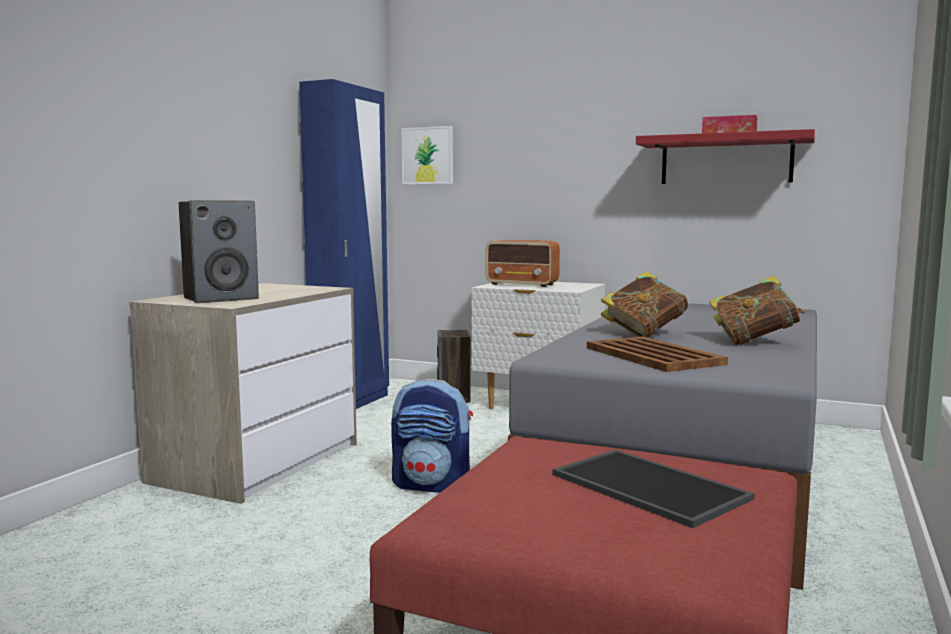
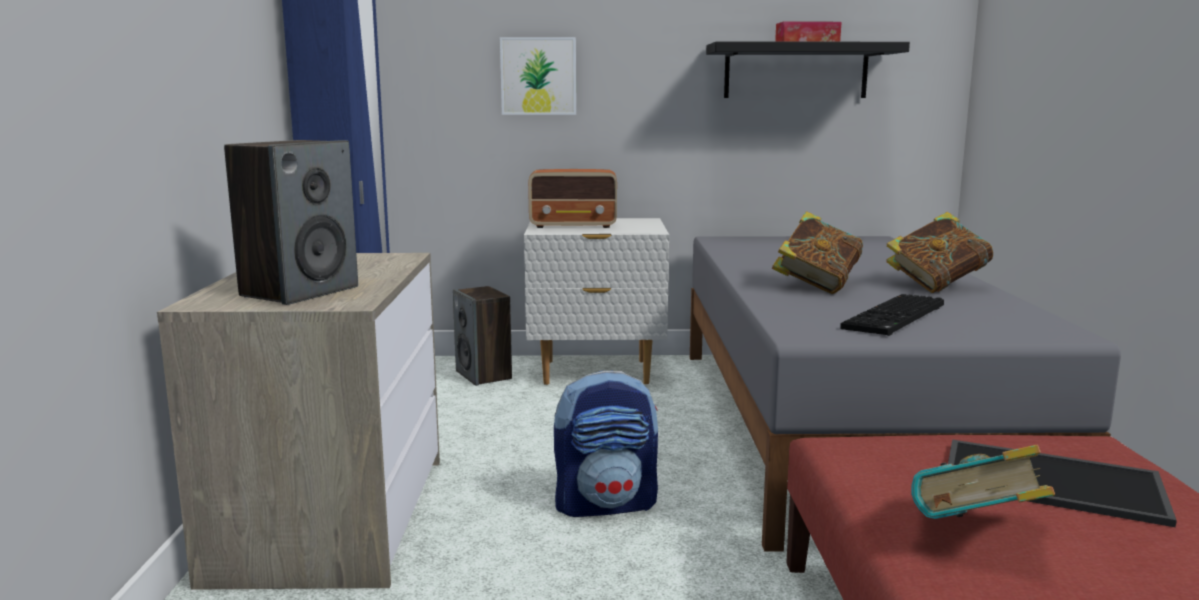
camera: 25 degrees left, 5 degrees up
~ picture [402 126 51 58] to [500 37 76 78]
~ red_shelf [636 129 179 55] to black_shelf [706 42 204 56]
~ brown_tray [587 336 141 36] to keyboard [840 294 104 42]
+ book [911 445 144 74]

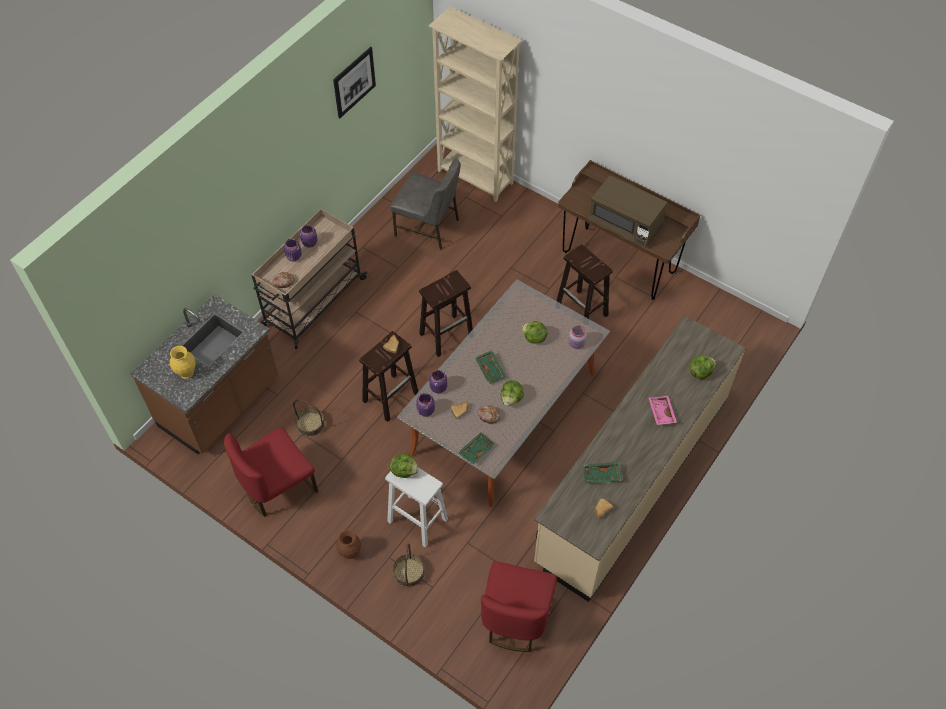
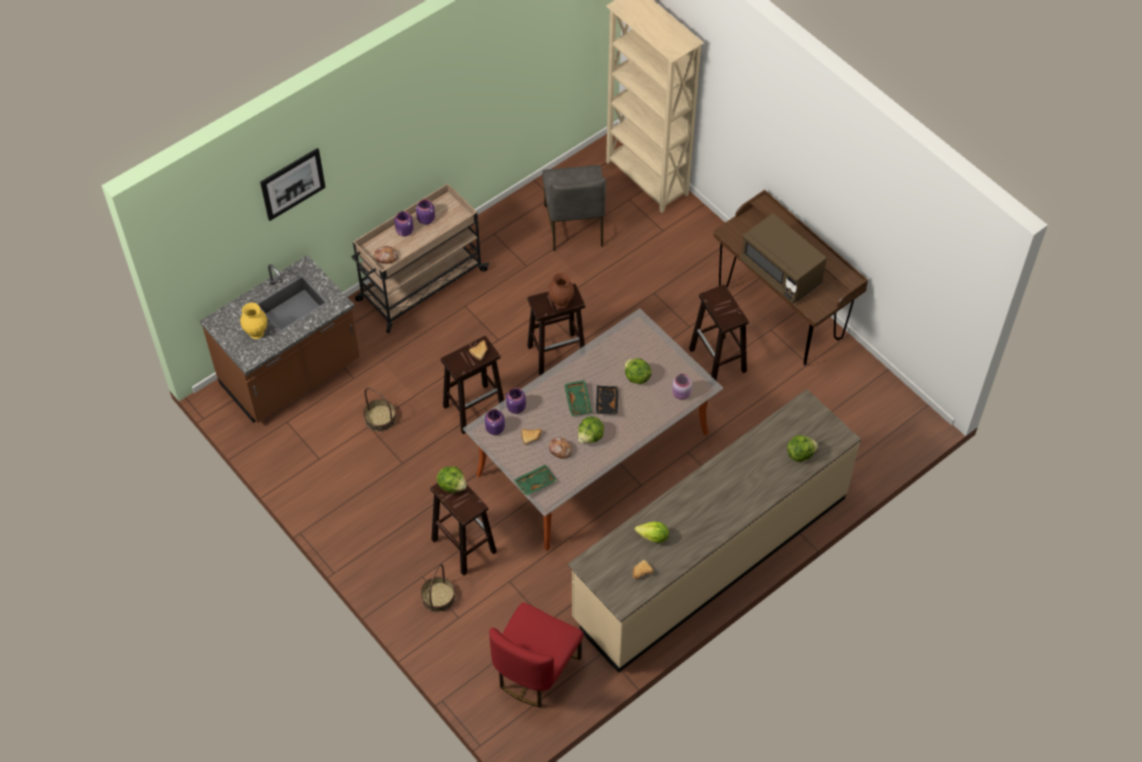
camera: 15 degrees right, 0 degrees up
~ picture [333 47 43 71] to [260 148 66 73]
~ grey_chair [390 158 71 92] = [542 165 64 86] 45 degrees clockwise
- pink_tray [649 396 28 29]
- red_chair [224 427 94 90]
~ green_tray [583 462 39 22] to lettuce [635 522 34 21]
~ white_stool [385 468 63 80] to brown_stool [430 483 67 93]
~ brown_vase [336 530 25 29] to [548 272 26 36]
+ black_tray [596 385 22 30]

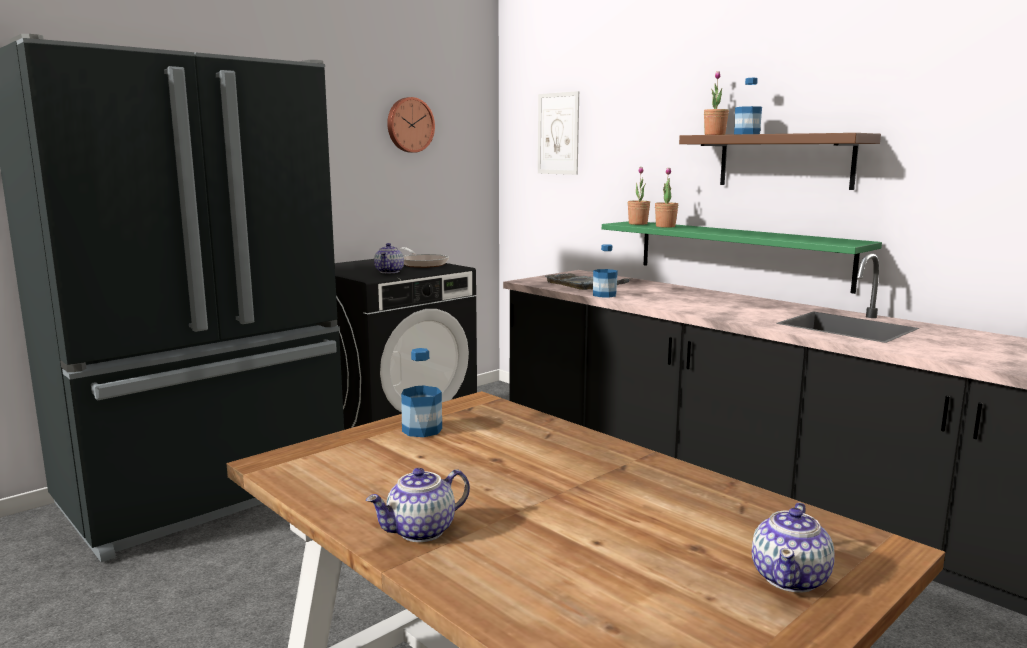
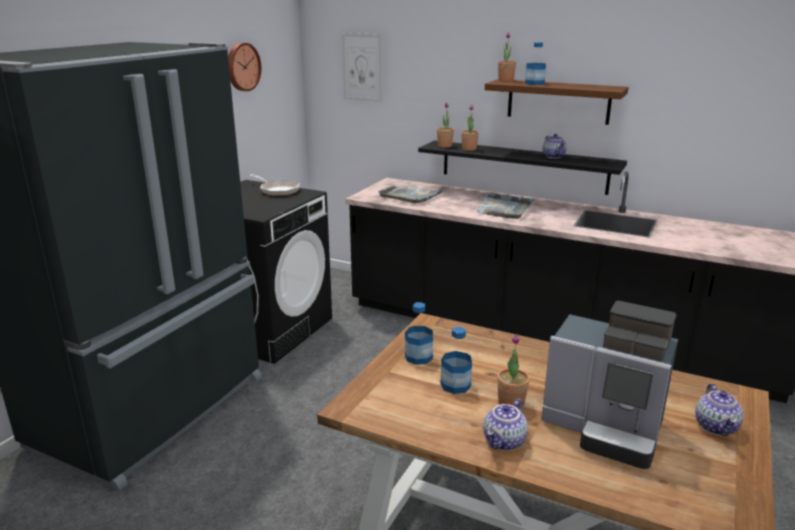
camera: 20 degrees left, 10 degrees up
~ green_shelf [602 221 280 73] to black_shelf [418 141 209 54]
~ teapot [374 243 30 30] to [543 134 24 24]
~ bottle [593 244 25 54] to [441 327 31 67]
+ grey_tray [476 193 59 26]
+ coffee_machine [542 301 136 168]
+ potted_plant [497 334 32 73]

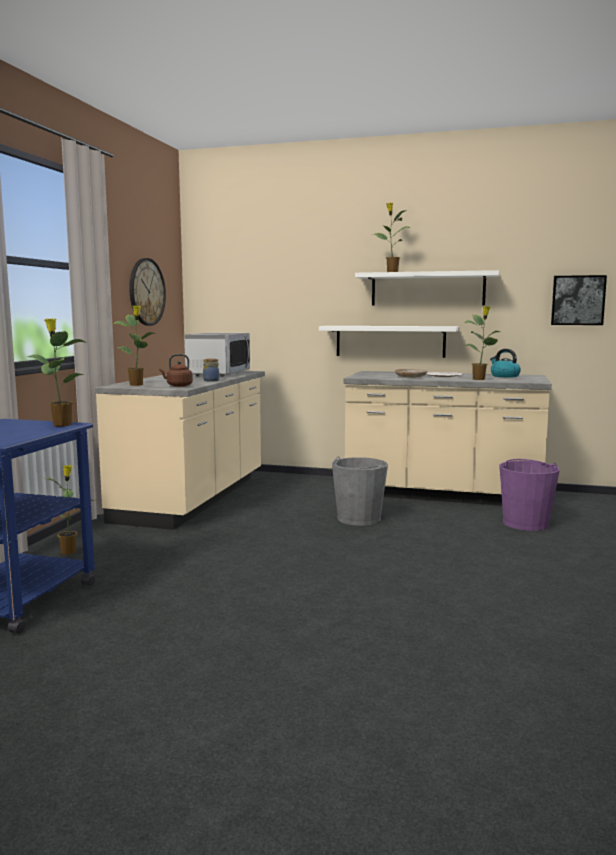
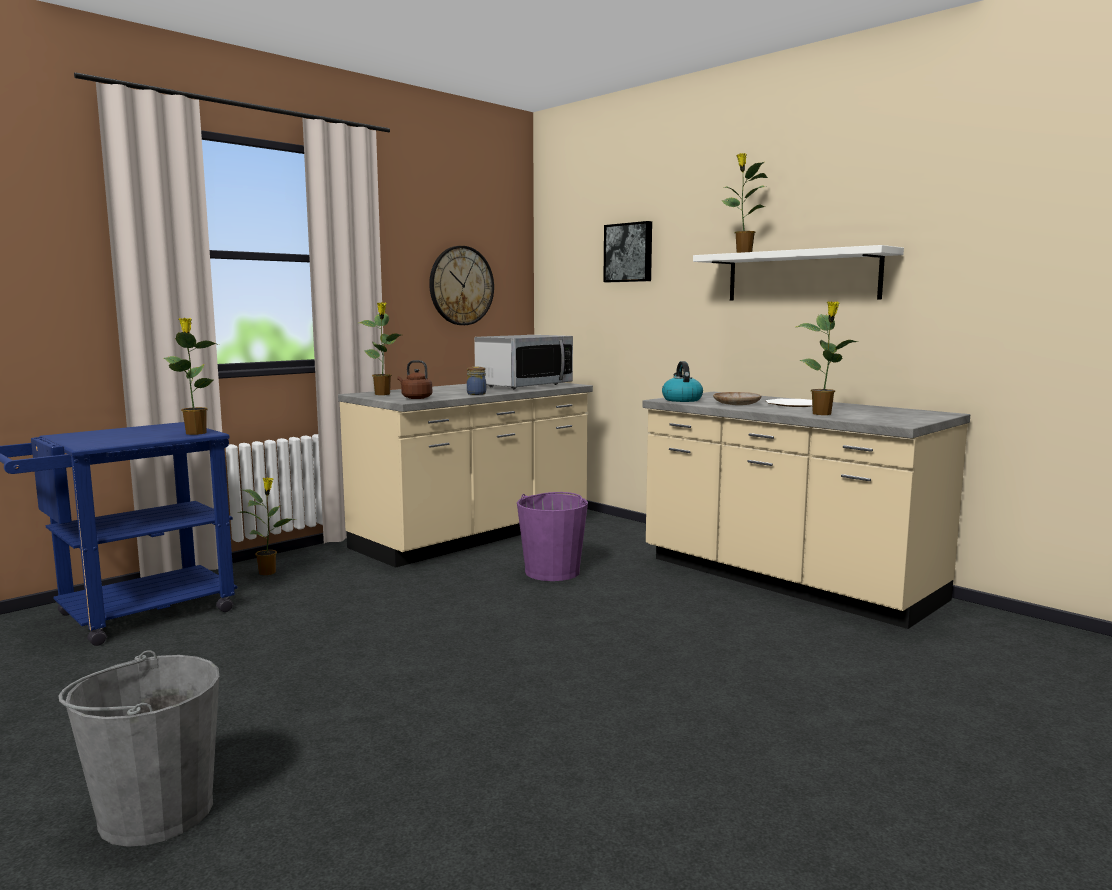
camera: 30 degrees right, 0 degrees up
~ picture [551 275 56 50] to [603 221 49 61]
- white_shelf [319 326 139 32]
~ kettle [490 349 31 28] to [662 361 41 41]
~ grey_bucket [332 456 56 70] to [58 650 161 197]
~ purple_bucket [499 459 61 72] to [517 492 71 89]

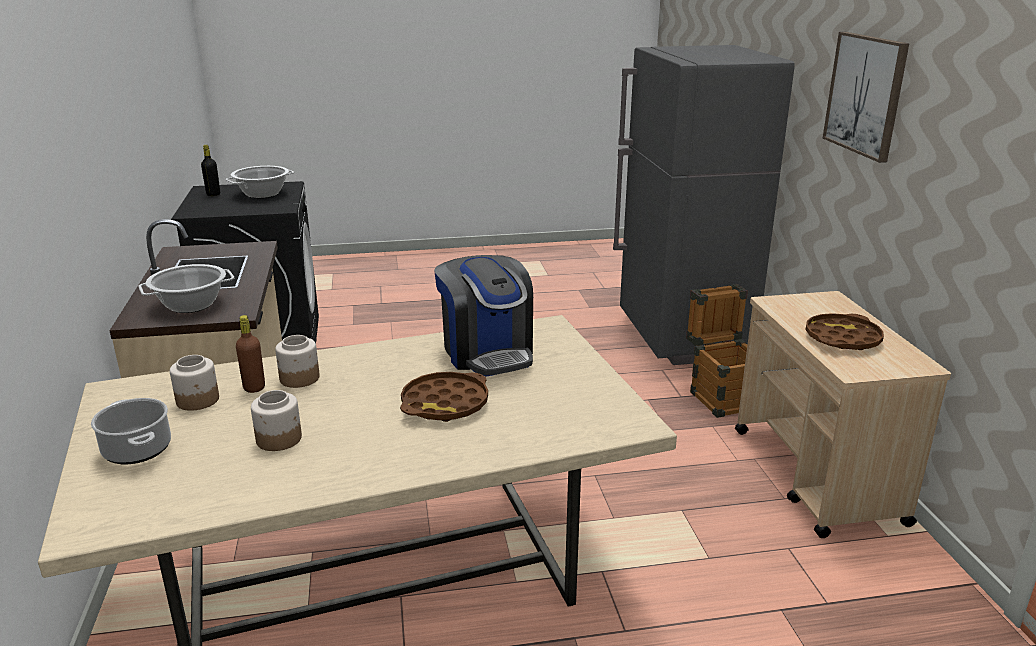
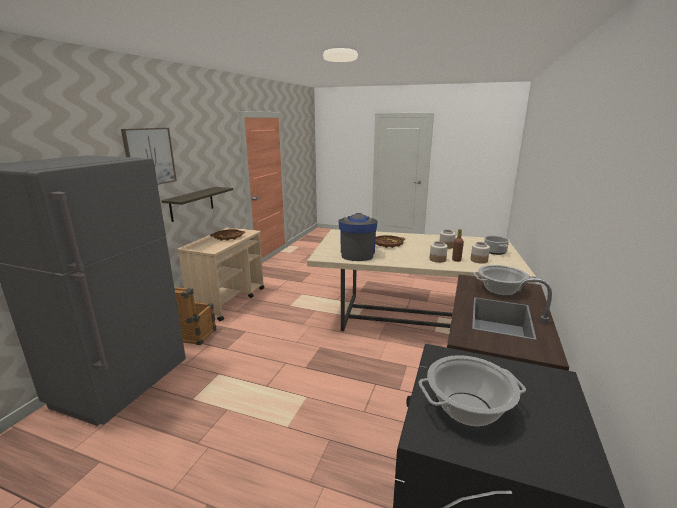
camera: 150 degrees left, 5 degrees down
- black_bottle [201 145 19 51]
+ shelf [161 187 72 35]

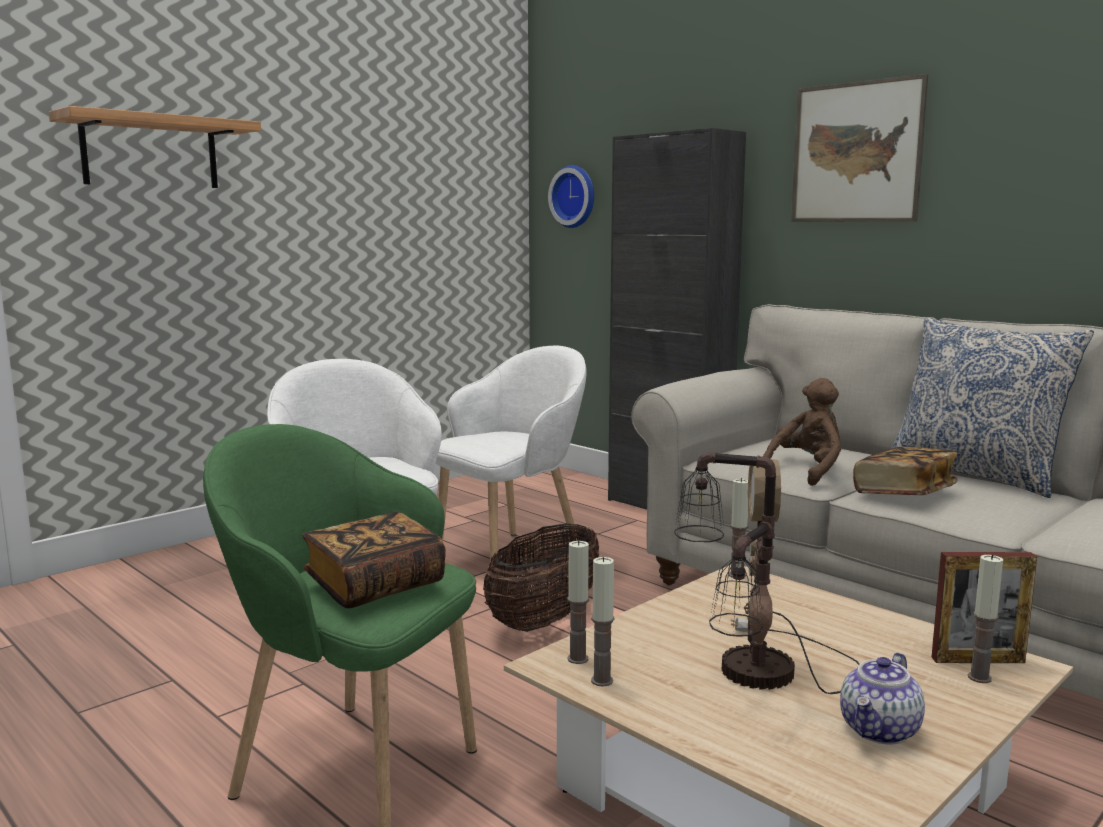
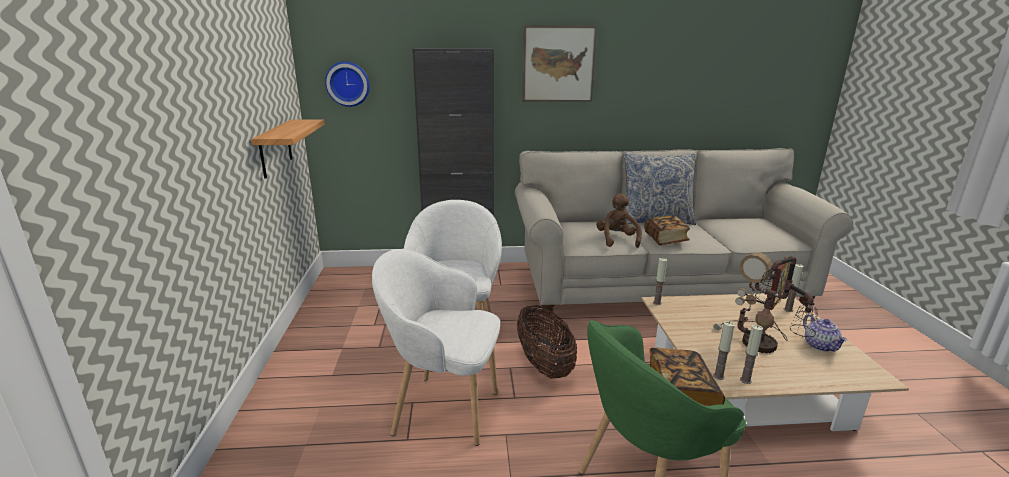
camera: 50 degrees left, 10 degrees up
~ shelf [49 106 212 82] to [251 119 74 60]

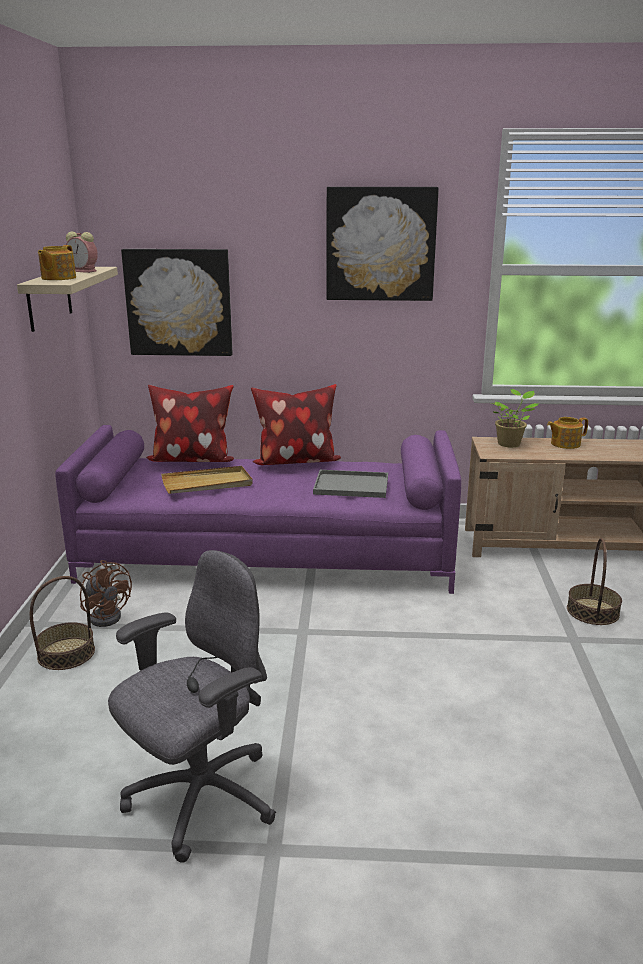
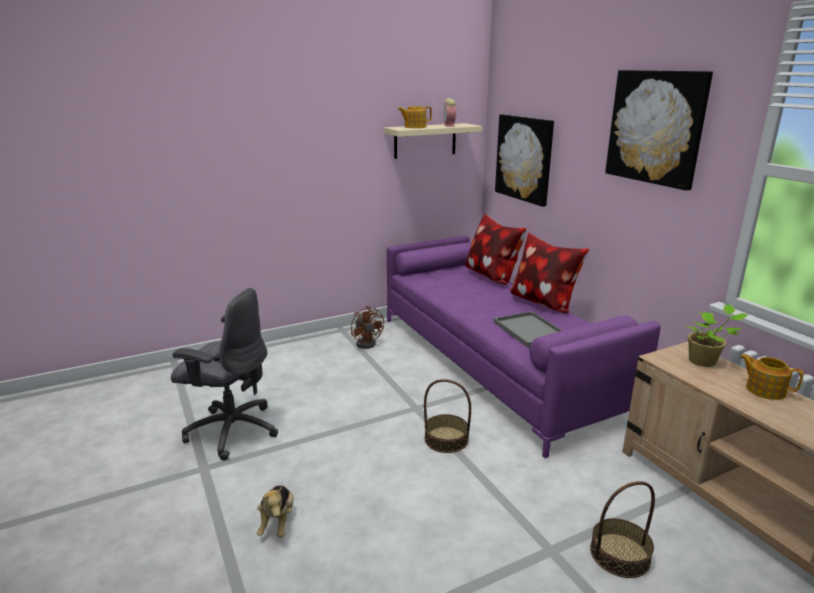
camera: 60 degrees right, 0 degrees up
- beige_tray [161 466 92 28]
~ brown_fan [80 560 52 67] = [351 306 33 43] 45 degrees counterclockwise
~ basket [30 576 65 94] to [424 379 47 74]
+ plush_toy [257 485 37 52]

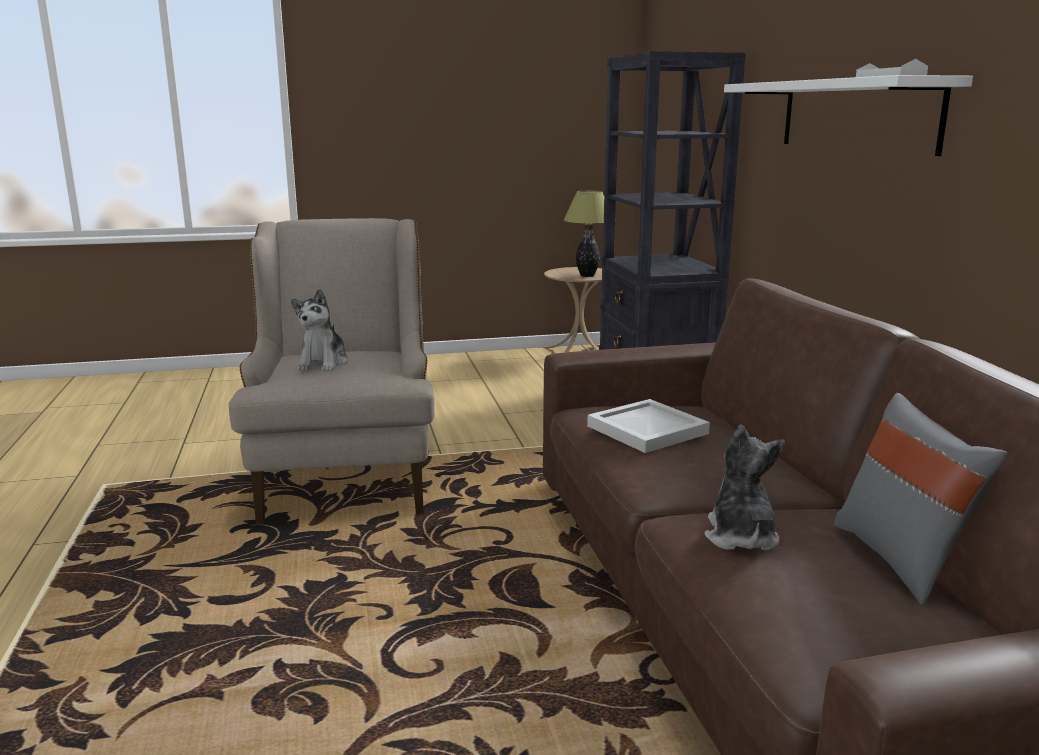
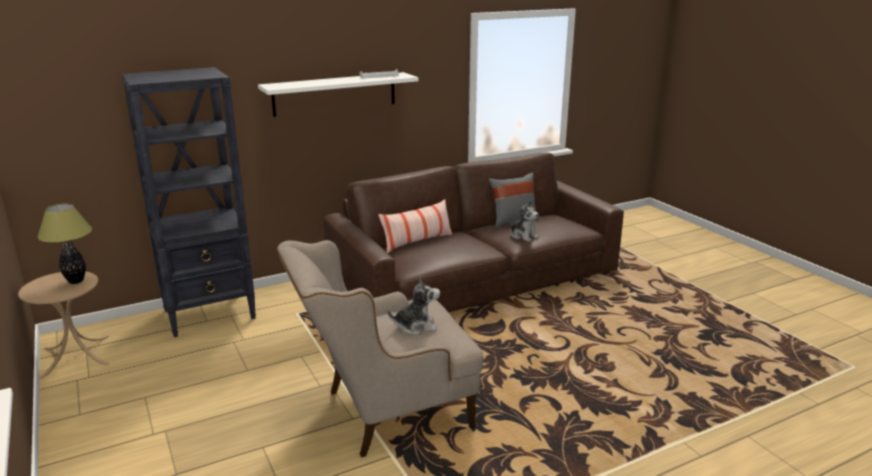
camera: 105 degrees left, 5 degrees up
- white_tray [587 399 123 54]
~ plush_toy [705 425 80 125] = [509 200 31 42] 120 degrees counterclockwise
+ pillow [378 199 75 54]

